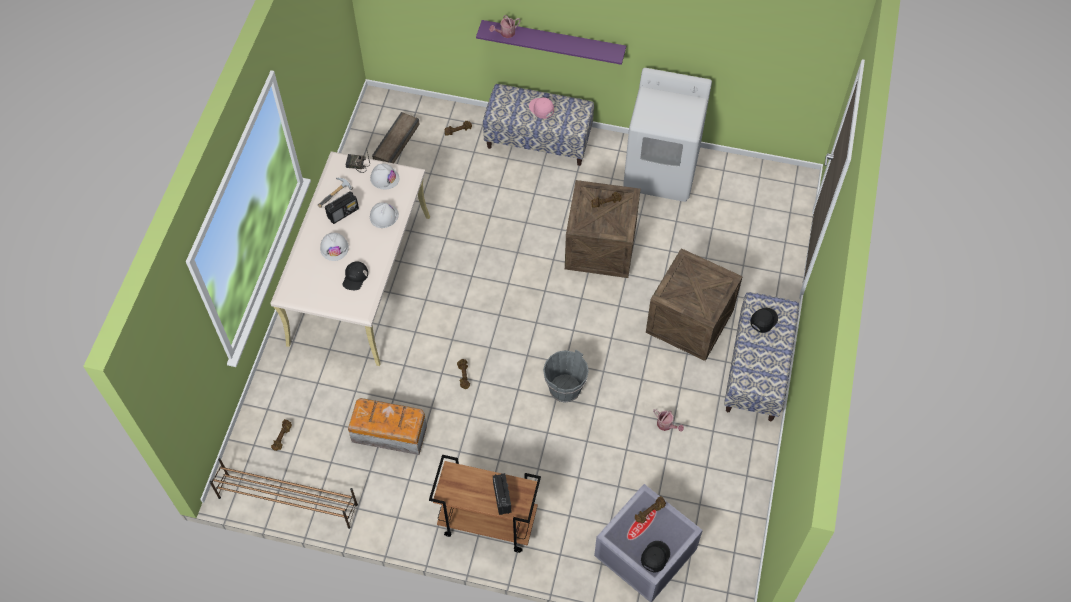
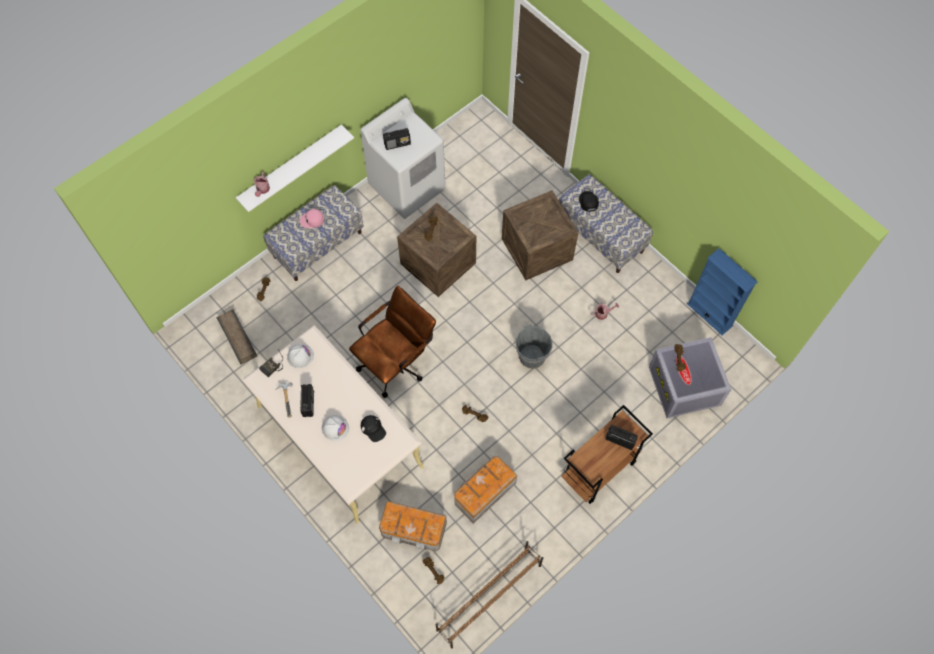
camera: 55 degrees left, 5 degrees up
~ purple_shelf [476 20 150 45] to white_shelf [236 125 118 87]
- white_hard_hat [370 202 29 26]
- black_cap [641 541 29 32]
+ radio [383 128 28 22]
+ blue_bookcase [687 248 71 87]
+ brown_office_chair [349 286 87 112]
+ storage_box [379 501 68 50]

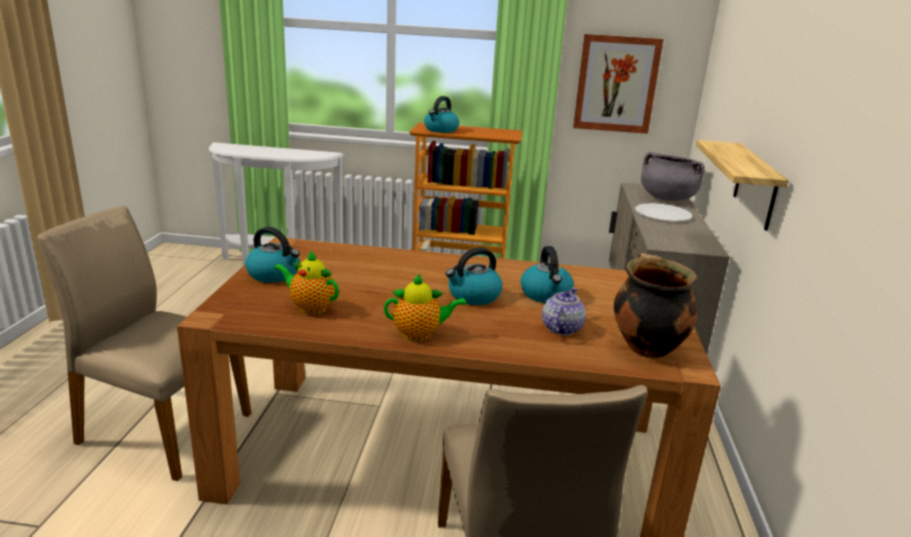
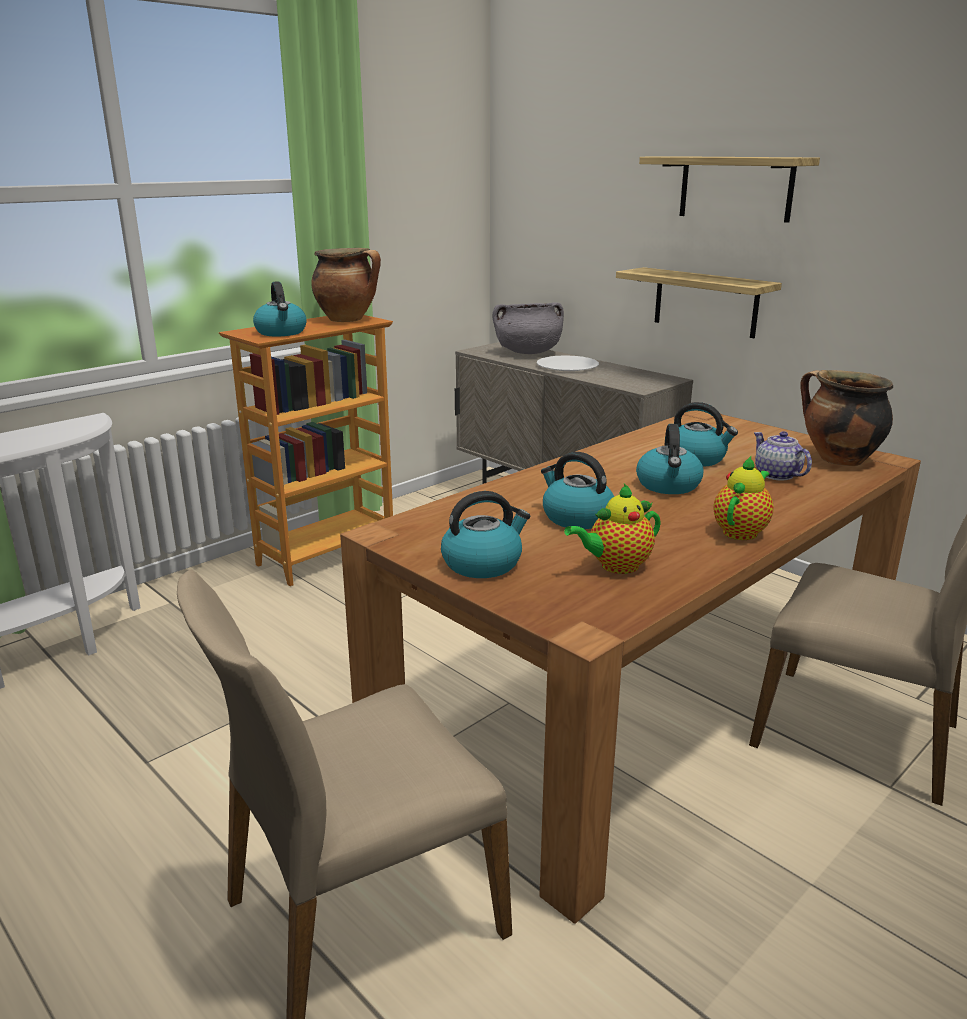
camera: 50 degrees left, 0 degrees up
- picture [573 34 90 100]
+ shelf [639 156 181 67]
+ cooking_pot [311 248 70 74]
+ kettle [541 452 73 77]

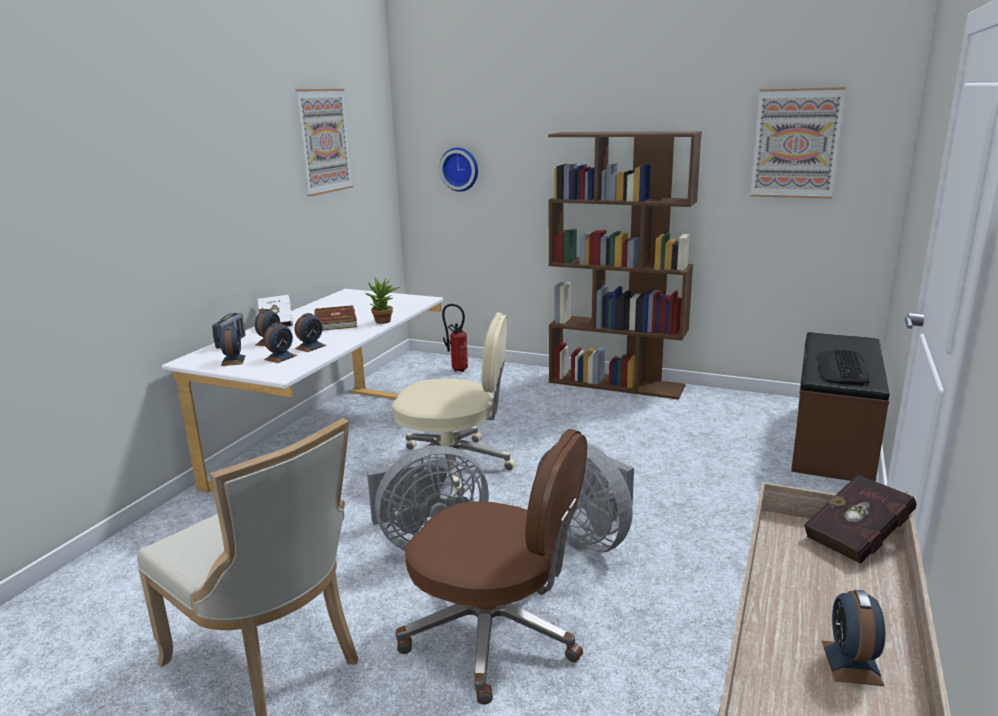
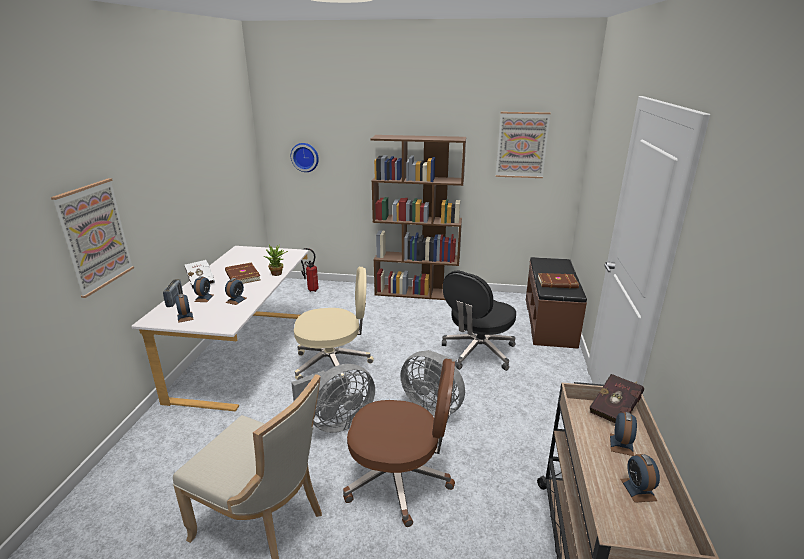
camera: 15 degrees left, 5 degrees up
~ picture [295 89 58 107] to [51 178 83 120]
~ alarm_clock [263 322 34 41] to [610 412 27 44]
~ keyboard [817 350 52 36] to brown_book [538 273 41 15]
+ black_office_chair [442 271 74 100]

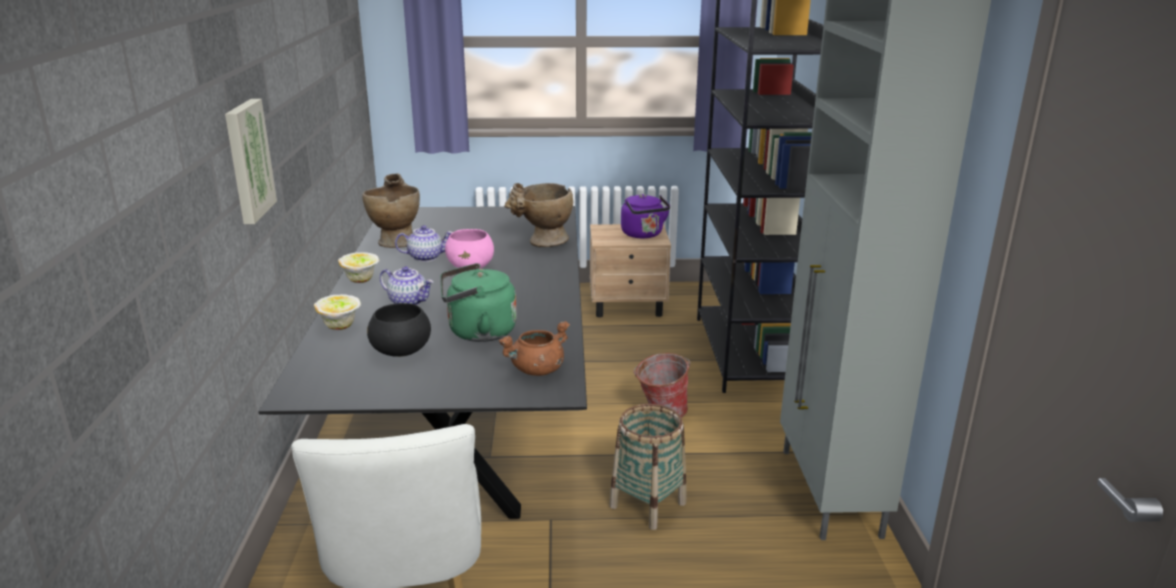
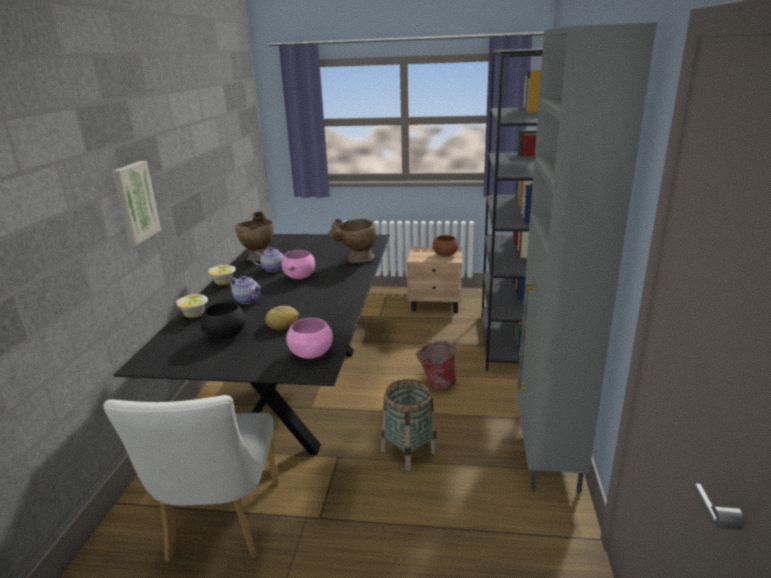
camera: 10 degrees right, 0 degrees up
~ purple_kettle [621 194 49 44] to brown_bowl [433 235 25 22]
~ green_kettle [440 263 77 79] to bread [265 306 35 24]
~ brown_cooking_pot [499 321 71 55] to pink_bowl [286 318 47 41]

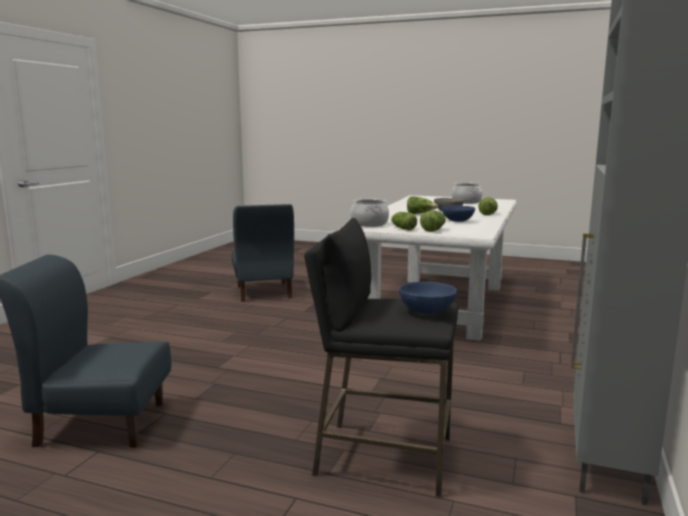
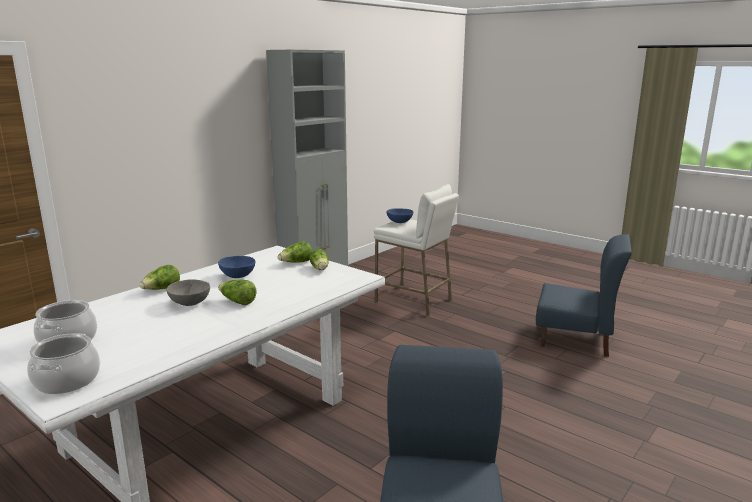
camera: 160 degrees left, 5 degrees up
~ cooking_pot [350 199 39 28] to [27 333 73 61]
~ black_stool [304 218 155 279] to white_stool [374 184 85 132]

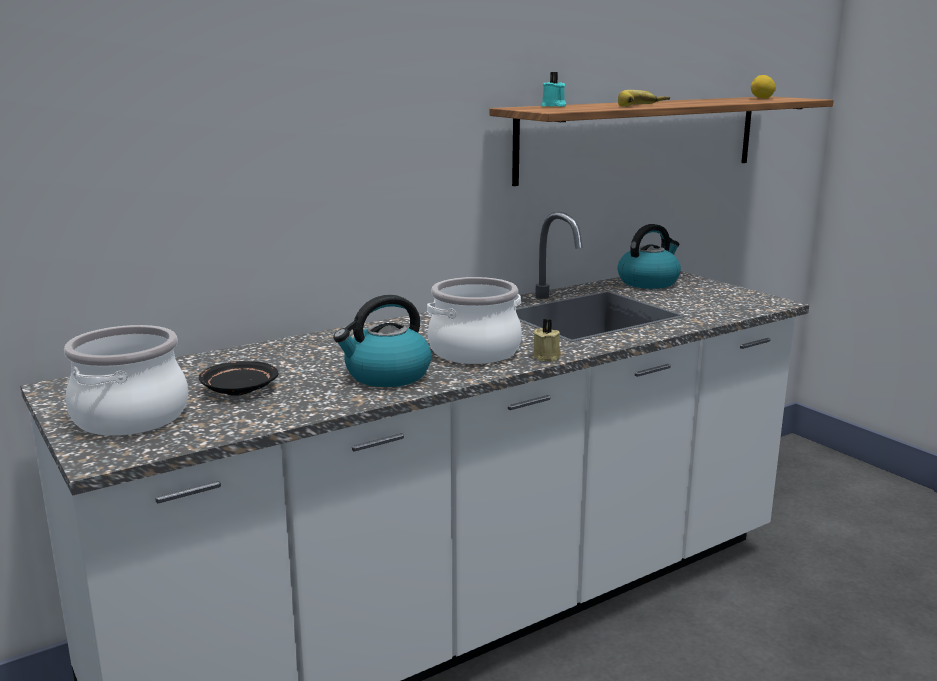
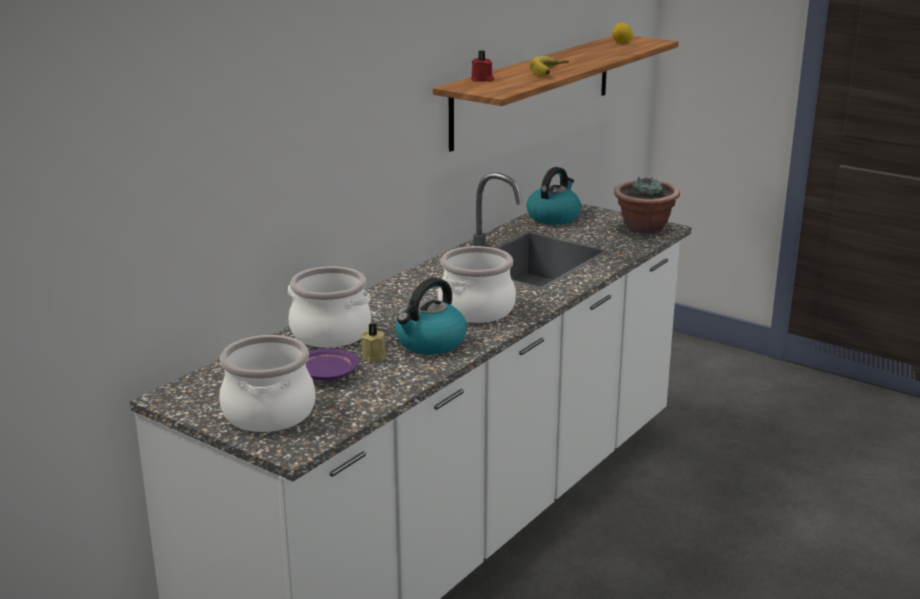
camera: 20 degrees left, 5 degrees up
~ turquoise_candle [542 72 24 35] to red_candle [471 51 23 31]
~ beige_candle [533 319 28 42] to [360 323 26 38]
~ black_plate [199 361 79 35] to purple_plate [306 348 53 33]
+ potted_plant [614 177 66 57]
+ cooking_pot [288 266 83 82]

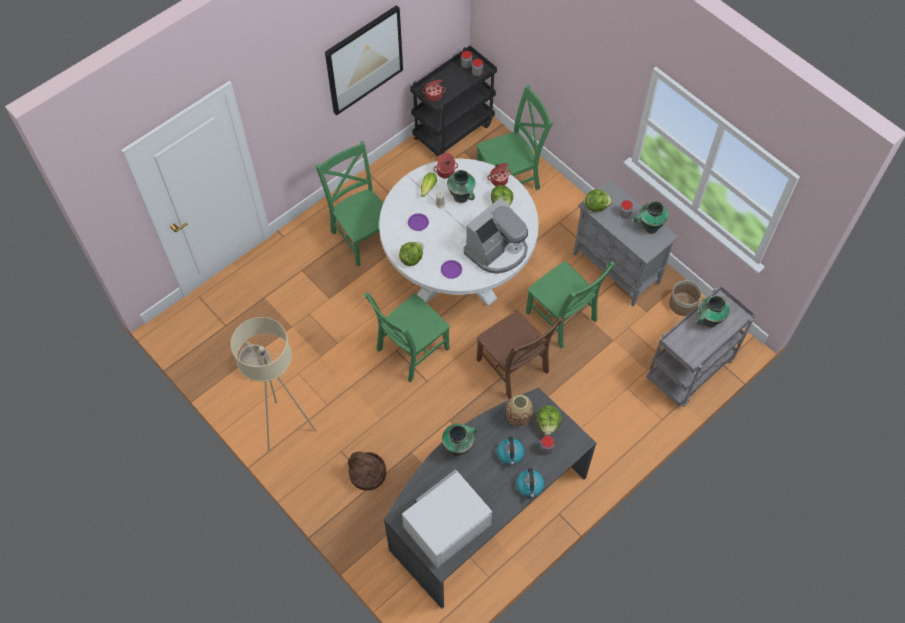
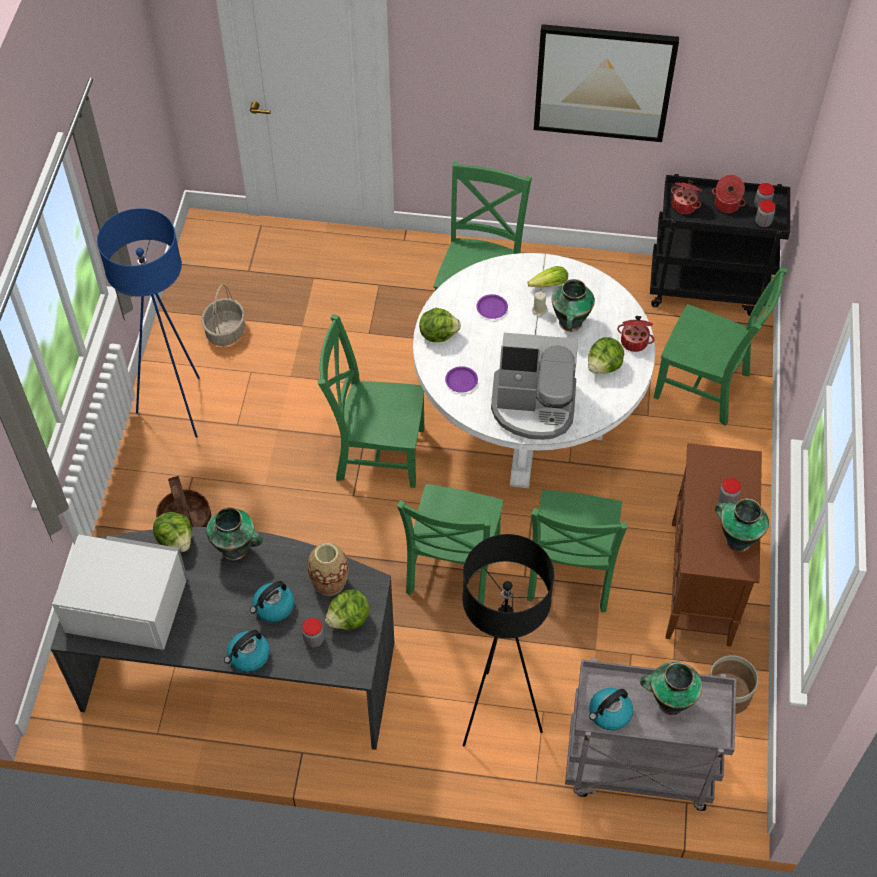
camera: 50 degrees right, 5 degrees down
~ cooking_pot [433 153 25 26] to [712 175 34 38]
~ grey_cabinet [573 180 106 126] to brown_cabinet [666 443 96 204]
~ lettuce [585 189 27 23] to [153 512 39 40]
~ brown_chair [476 310 88 89] to green_chair [397 484 107 121]
~ beige_floor_lamp [231 317 85 134] to blue_floor_lamp [97 208 103 230]
+ black_floor_lamp [462 534 92 212]
+ kettle [589 688 44 42]

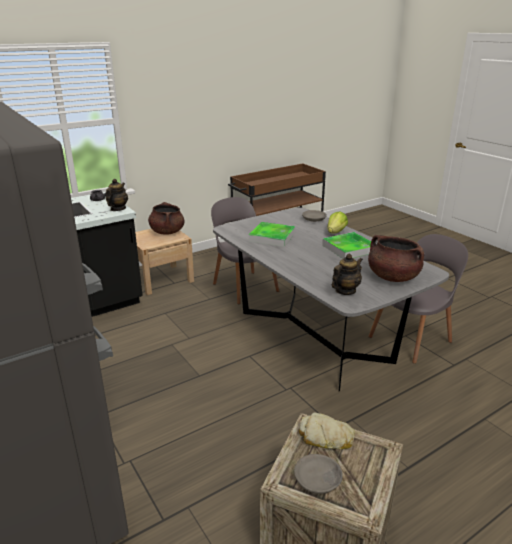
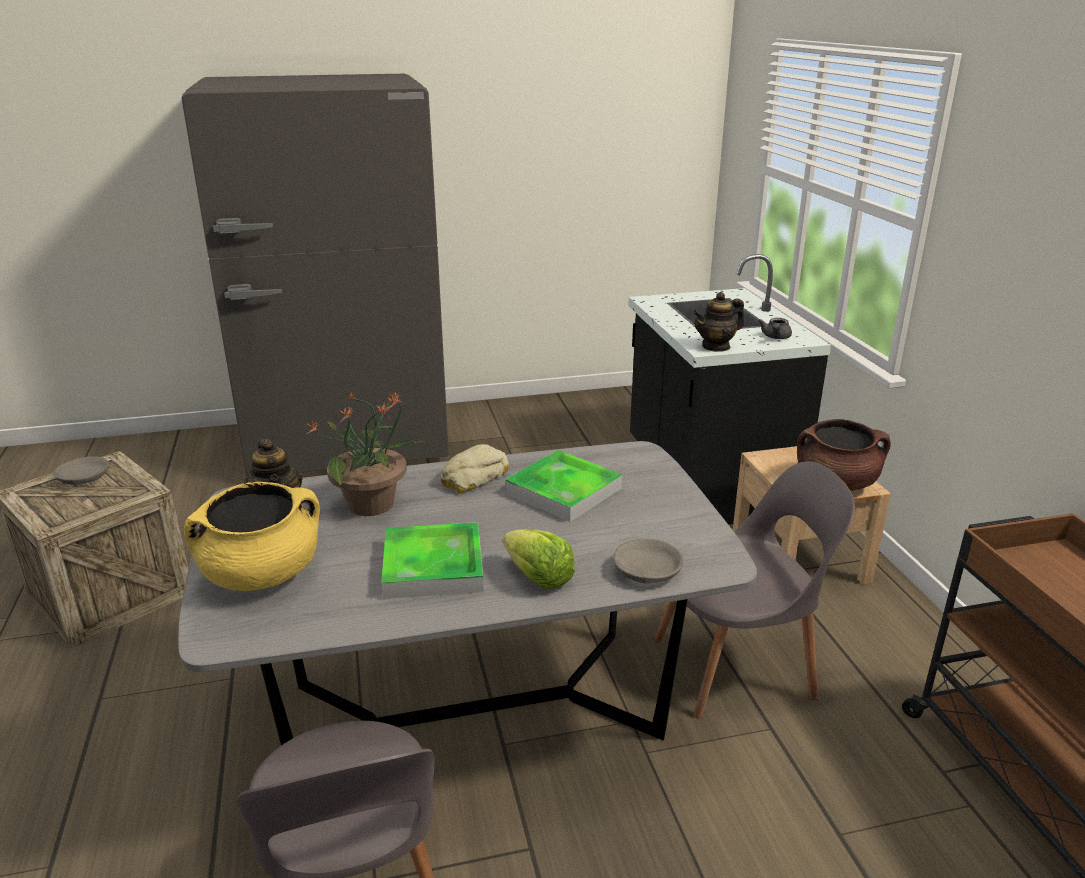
camera: 110 degrees right, 0 degrees up
~ teapot [106 179 22 32] = [693 292 51 60] 120 degrees clockwise
~ brown_cooking_pot [368 235 56 47] to yellow_cooking_pot [184 482 136 109]
~ bread [299 412 56 37] to [440 444 69 49]
+ potted_plant [306 391 119 125]

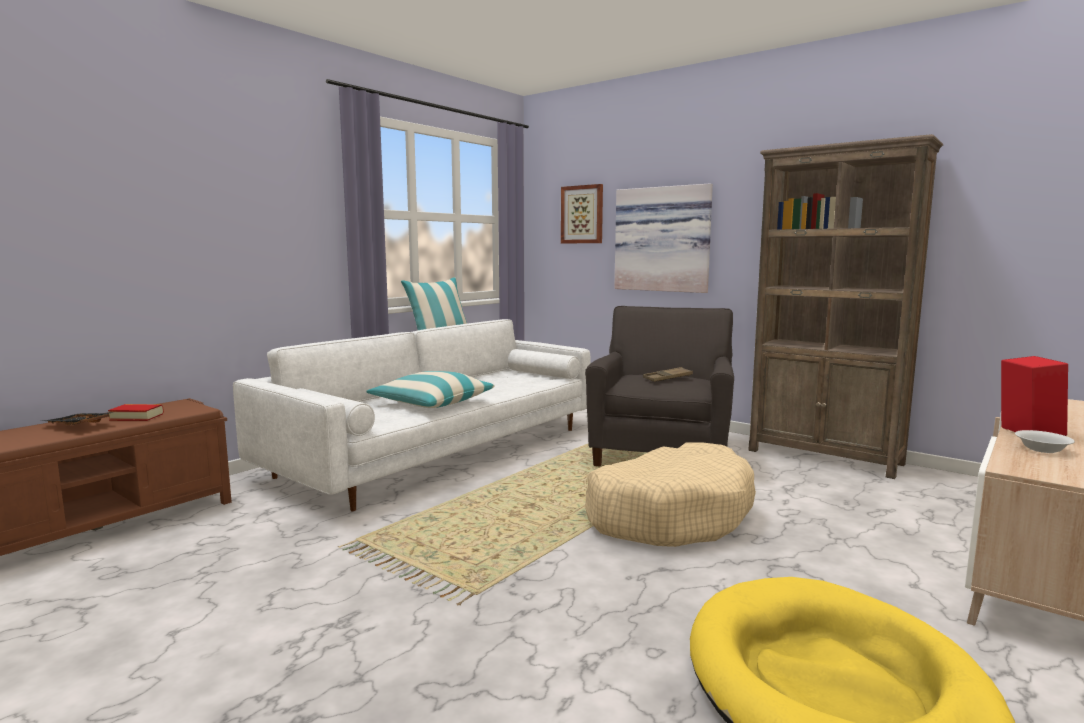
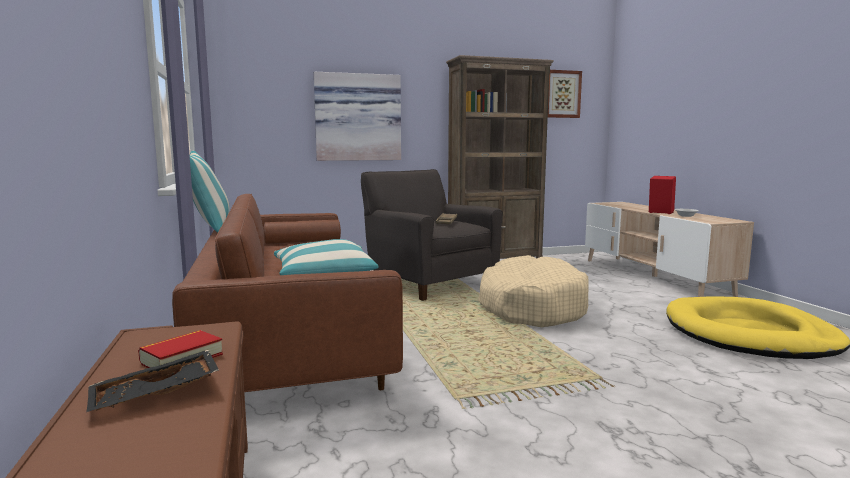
camera: 55 degrees left, 0 degrees up
~ picture [561 184 42 59] to [548 70 34 48]
~ white_sofa [233 319 358 192] to brown_sofa [172 194 231 198]

